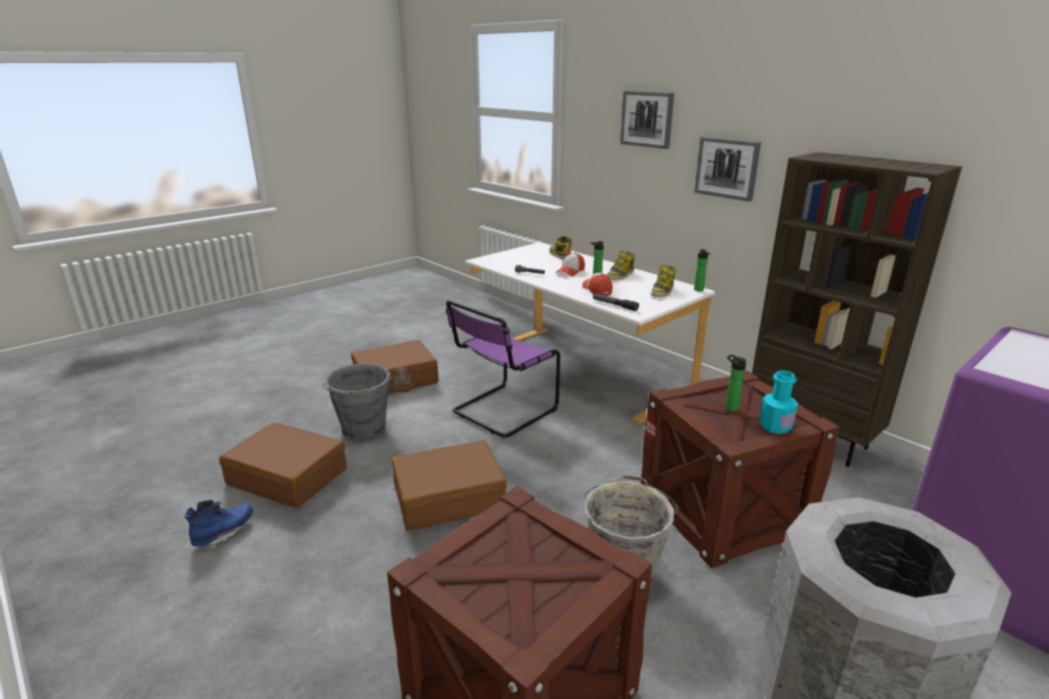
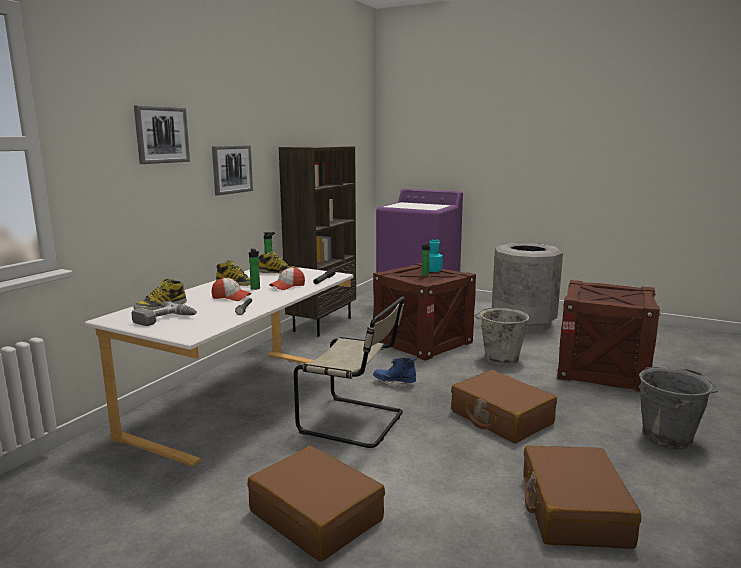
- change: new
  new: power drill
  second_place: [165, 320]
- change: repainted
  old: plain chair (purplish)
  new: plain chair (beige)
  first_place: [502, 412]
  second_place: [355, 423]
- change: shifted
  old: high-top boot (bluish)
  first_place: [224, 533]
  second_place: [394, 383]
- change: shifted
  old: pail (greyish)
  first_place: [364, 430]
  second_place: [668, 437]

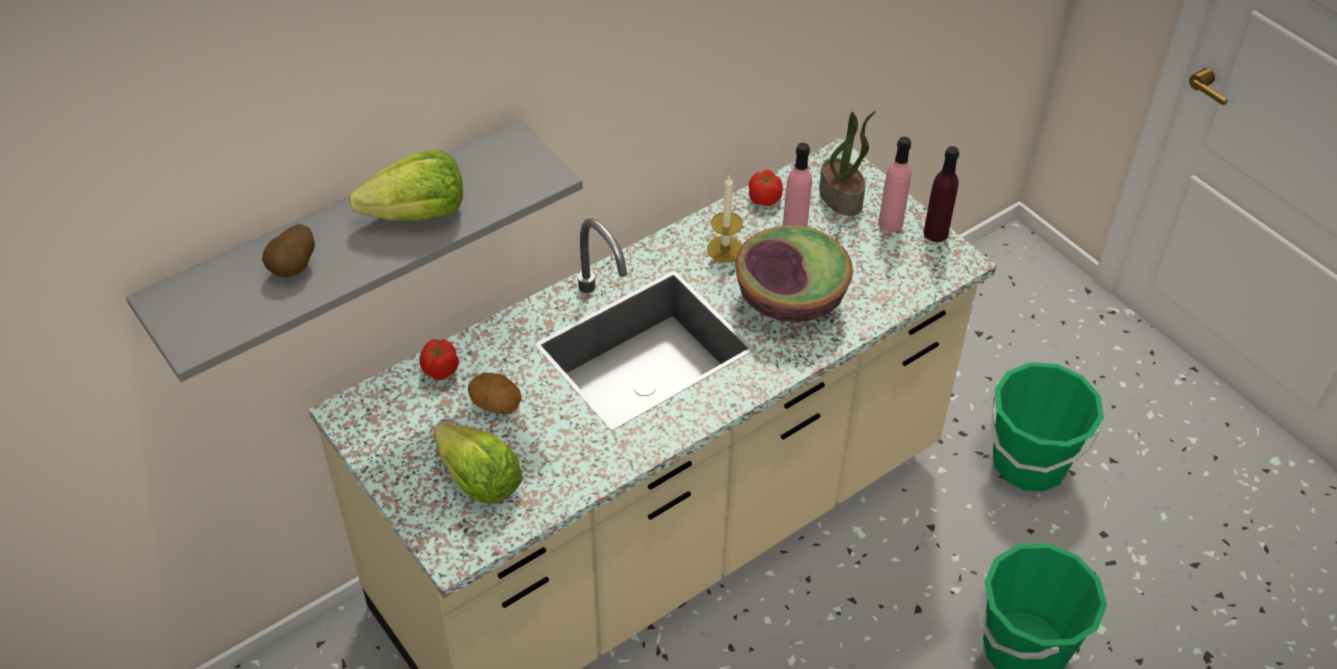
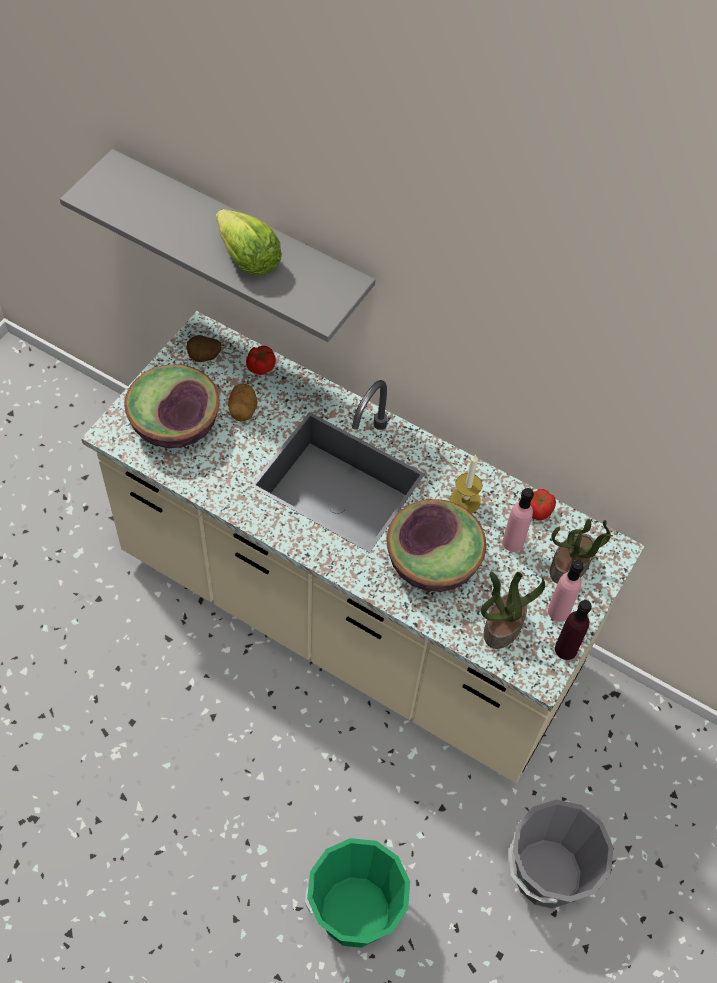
- change: swapped
  old: lettuce head
  new: serving bowl
  first_place: [478, 480]
  second_place: [175, 424]
- change: shifted
  old: potato
  first_place: [294, 268]
  second_place: [204, 358]
- change: new
  new: plant in a pot
  second_place: [502, 625]
- change: repainted
  old: pail (greenish)
  new: pail (greyish)
  first_place: [1029, 463]
  second_place: [547, 873]

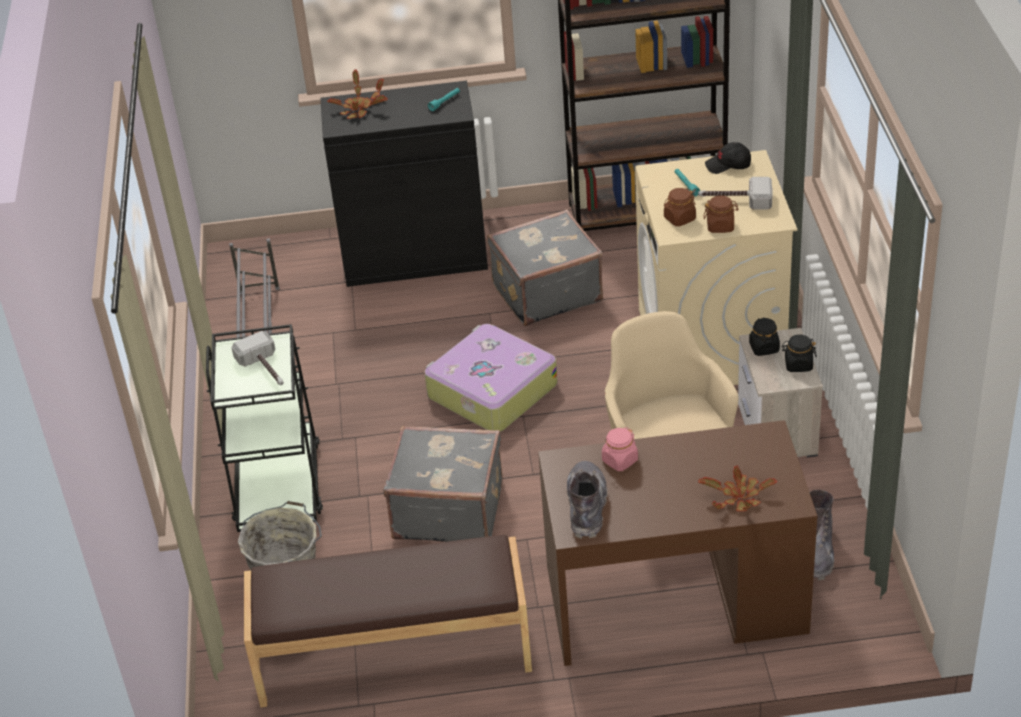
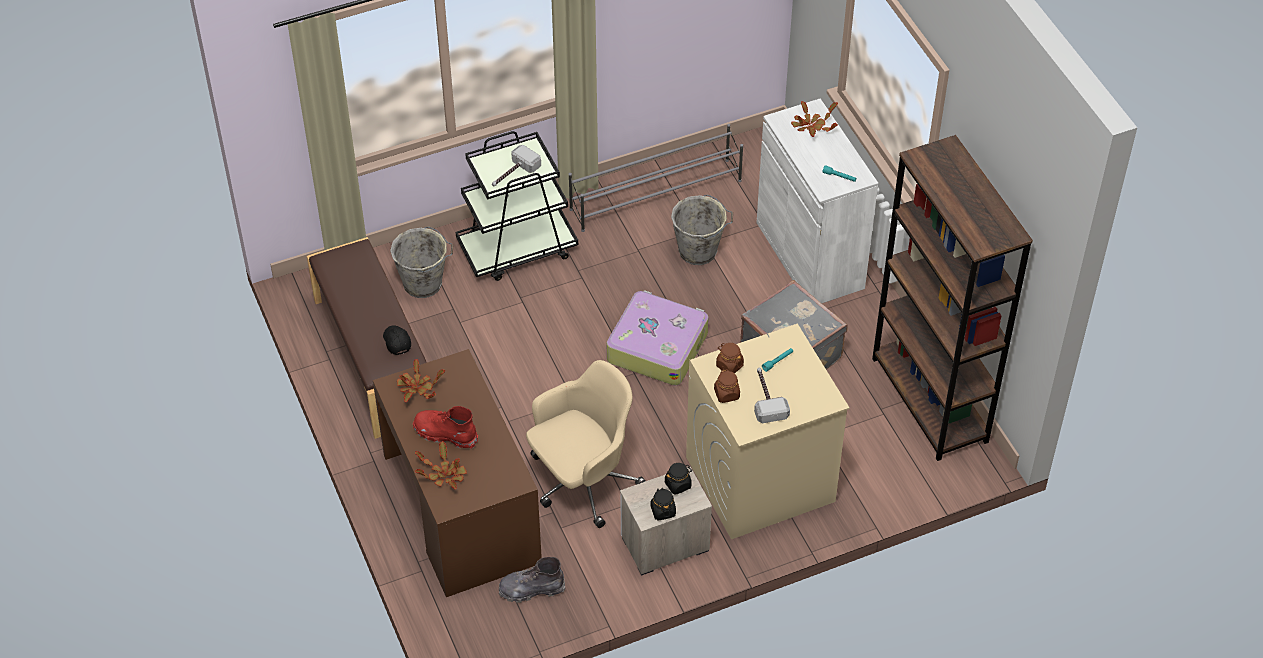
- change: shifted
  old: cap (black-coloured)
  first_place: [728, 165]
  second_place: [396, 342]
- change: swapped
  old: high-top boot (greyish)
  new: plant in a pot
  first_place: [586, 506]
  second_place: [417, 388]
- change: new
  new: high-top boot (red)
  second_place: [445, 434]
- change: new
  new: pail (greyish)
  second_place: [699, 251]
- change: repainted
  old: cabinet (black-coloured)
  new: cabinet (whitish)
  first_place: [414, 257]
  second_place: [810, 255]
- change: gone
  old: travel case (greyish)
  first_place: [448, 509]
- change: gone
  old: preserve jar (pink-coloured)
  first_place: [619, 461]

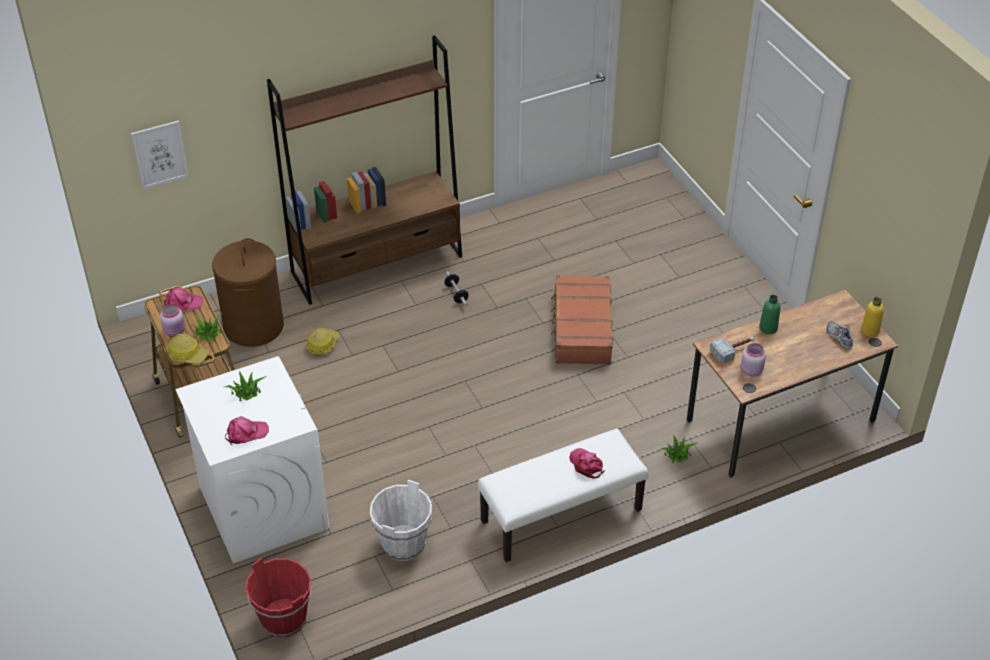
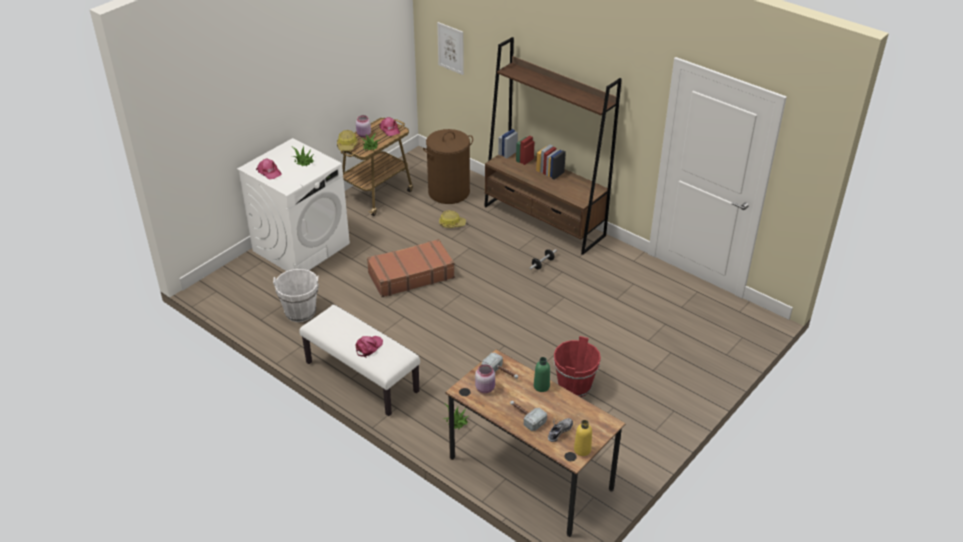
- change: shifted
  old: travel case (brown)
  first_place: [581, 329]
  second_place: [410, 275]
- change: new
  new: hammer
  second_place: [525, 417]
- change: shifted
  old: pail (red)
  first_place: [284, 619]
  second_place: [574, 386]

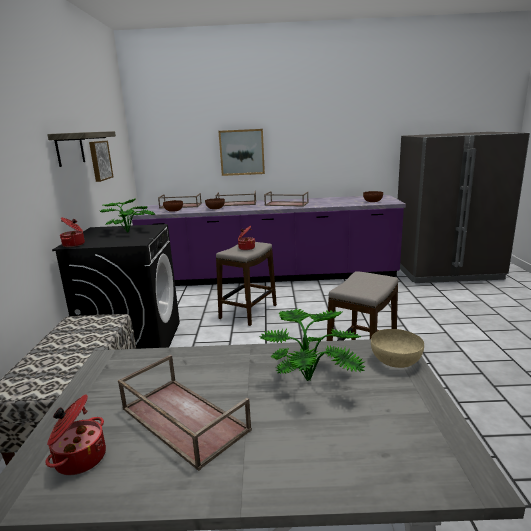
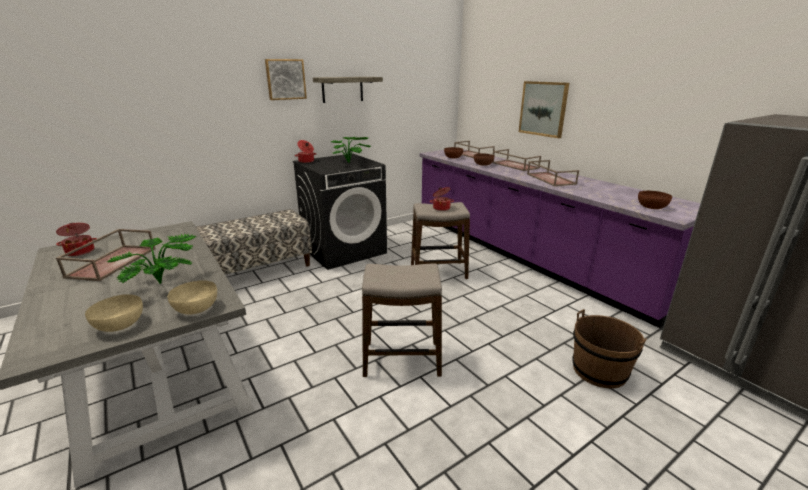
- change: new
  new: serving bowl (beige)
  second_place: [119, 324]
- change: shifted
  old: wall art
  first_place: [99, 160]
  second_place: [285, 79]
- change: new
  new: pail (brown)
  second_place: [599, 371]

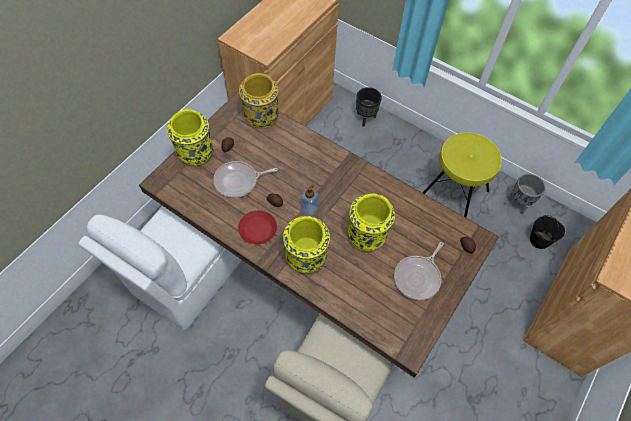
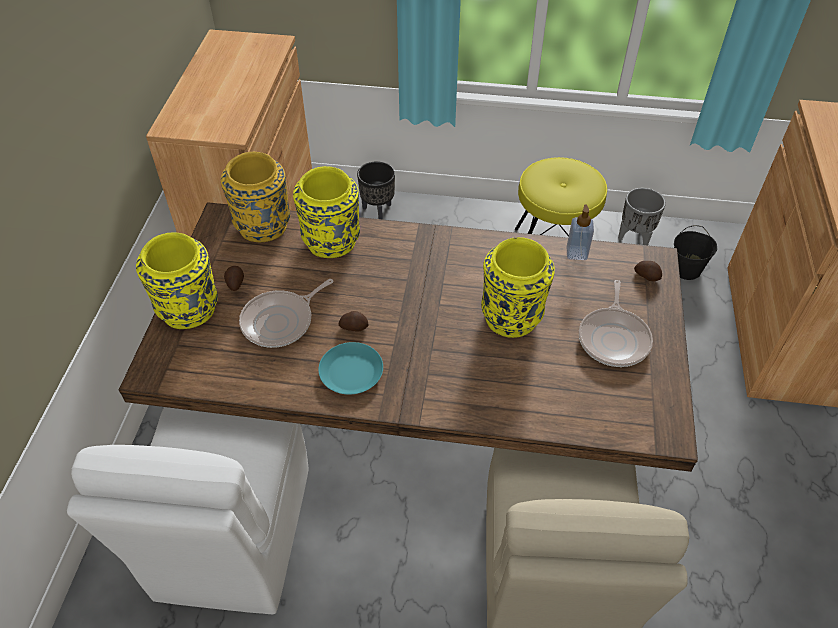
- change: shifted
  old: flower vase (yellow-coloured)
  first_place: [306, 258]
  second_place: [331, 242]
- change: repainted
  old: plate (red)
  new: plate (turquoise-coloured)
  first_place: [258, 229]
  second_place: [351, 372]
- change: shifted
  old: liquid soap bottle
  first_place: [309, 209]
  second_place: [576, 253]

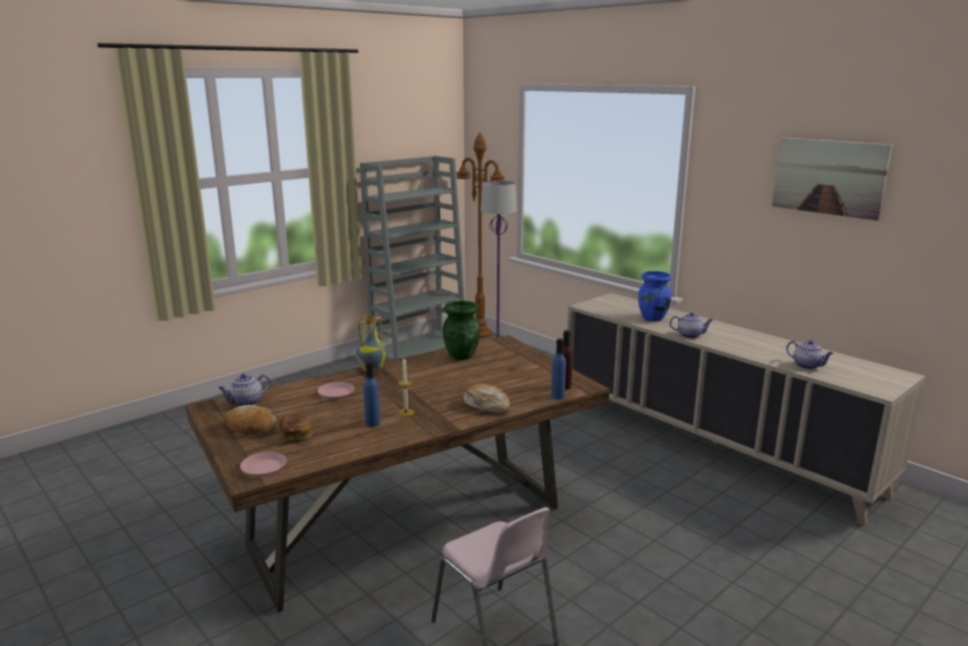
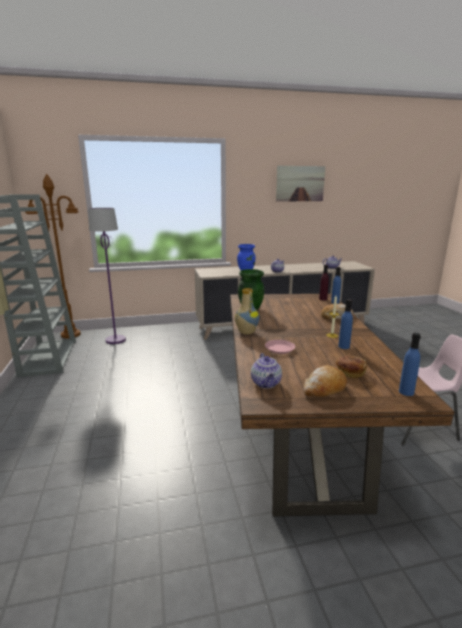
- change: swapped
  old: plate (pink-coloured)
  new: beverage bottle (bluish)
  first_place: [264, 467]
  second_place: [406, 392]

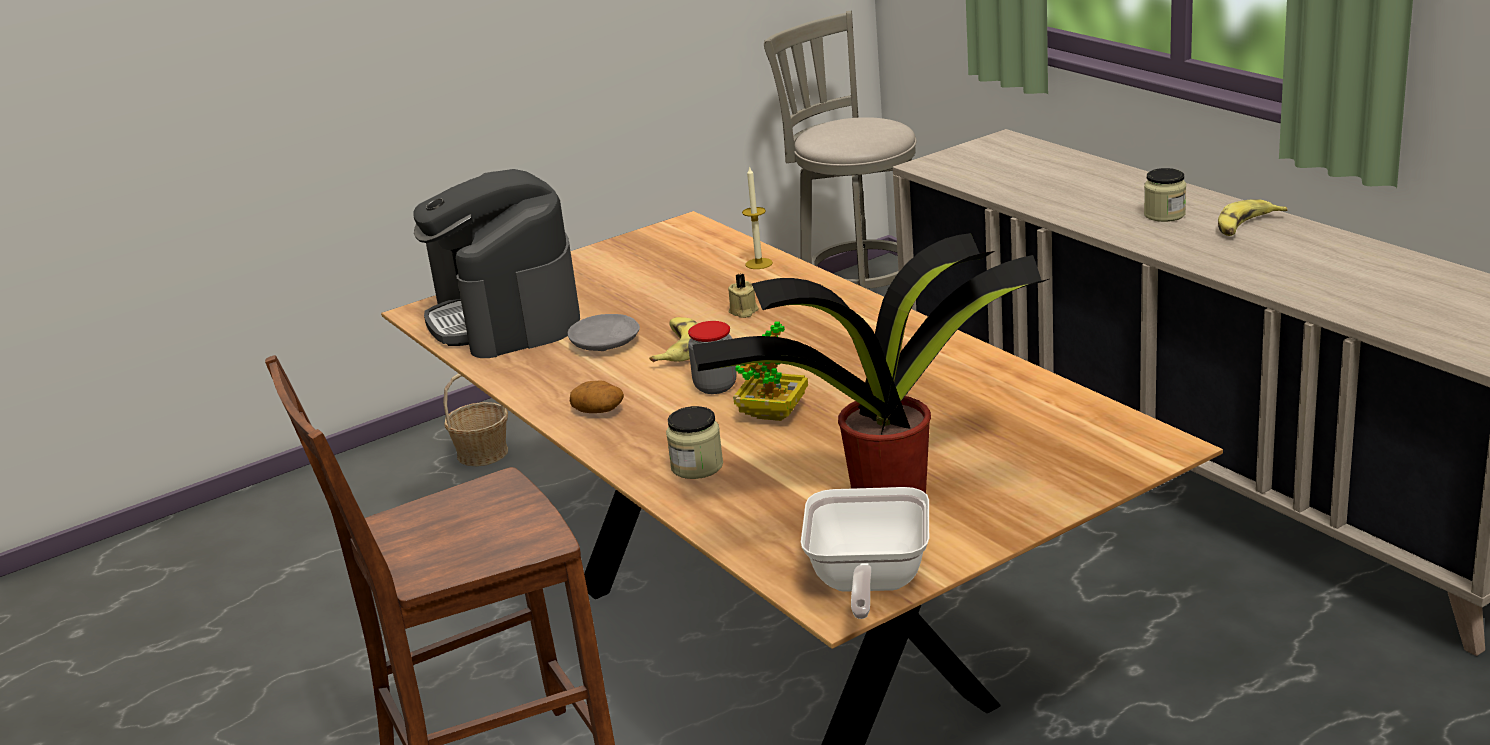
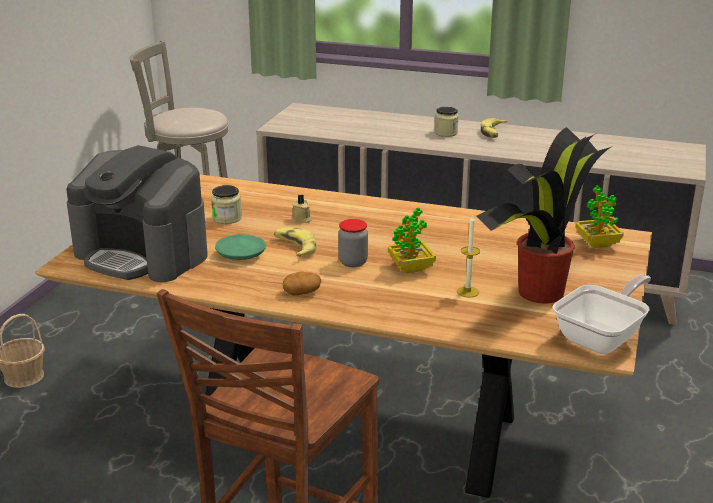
- change: shifted
  old: preserve jar
  first_place: [697, 466]
  second_place: [227, 218]
- change: repainted
  old: plate (greyish)
  new: plate (greenish)
  first_place: [605, 343]
  second_place: [241, 254]
- change: shifted
  old: candle
  first_place: [759, 263]
  second_place: [468, 292]
- change: rotated
  old: frying pan
  first_place: [867, 584]
  second_place: [603, 338]
  degrees: -105
- change: new
  new: plant in a pot
  second_place: [597, 244]

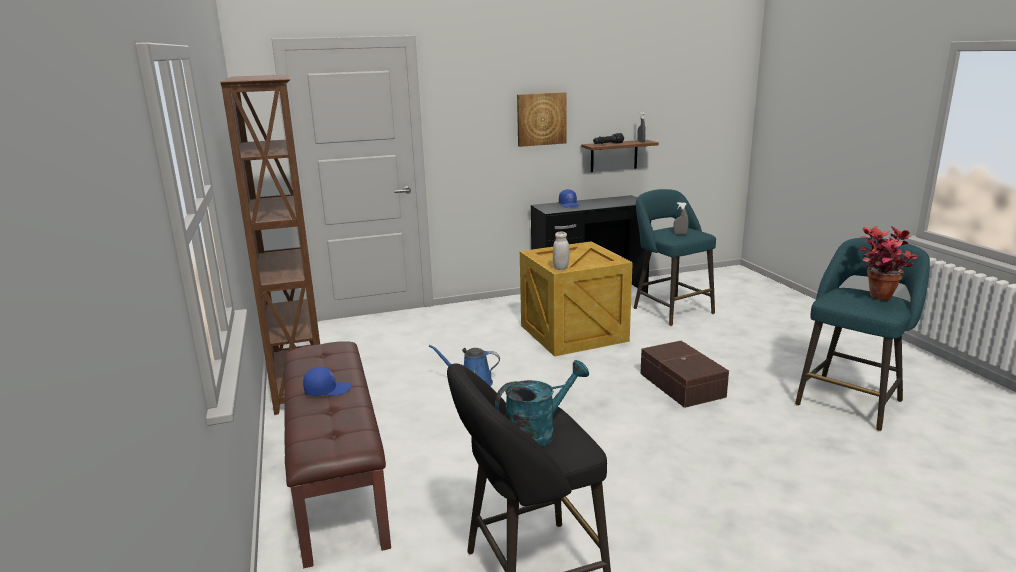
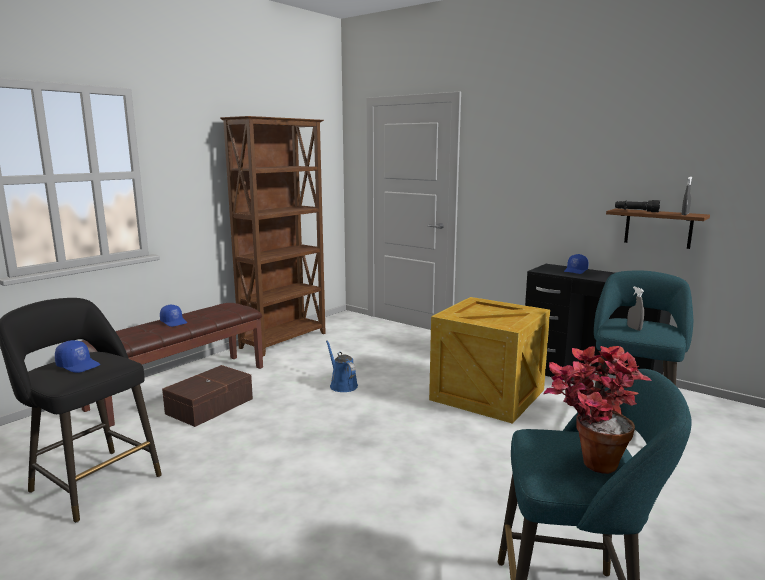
- change: swapped
  old: watering can (turquoise-coloured)
  new: cap (bluish)
  first_place: [538, 432]
  second_place: [79, 365]
- change: shifted
  old: storage box (brown)
  first_place: [681, 385]
  second_place: [208, 406]
- change: gone
  old: wall art
  first_place: [541, 119]
- change: gone
  old: preserve jar (whitish)
  first_place: [561, 268]

